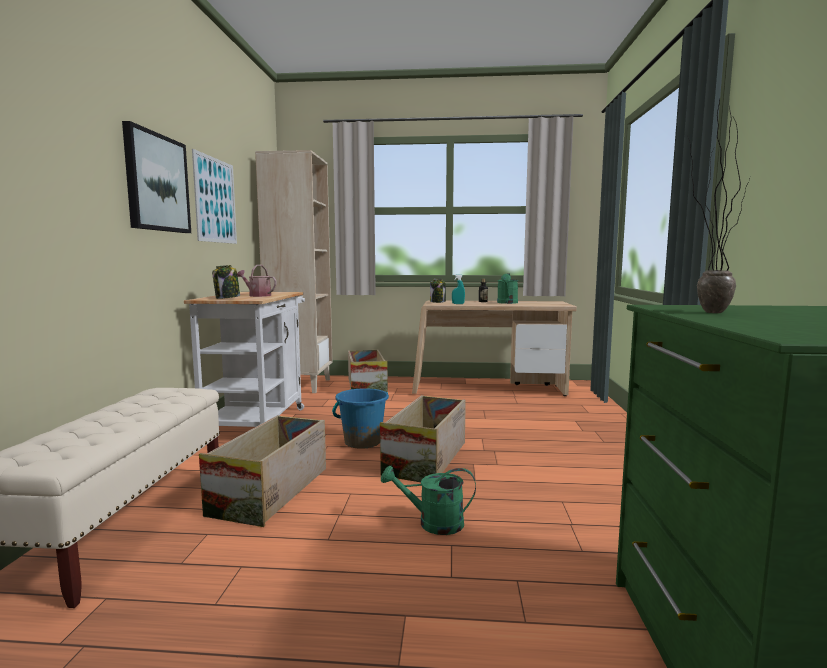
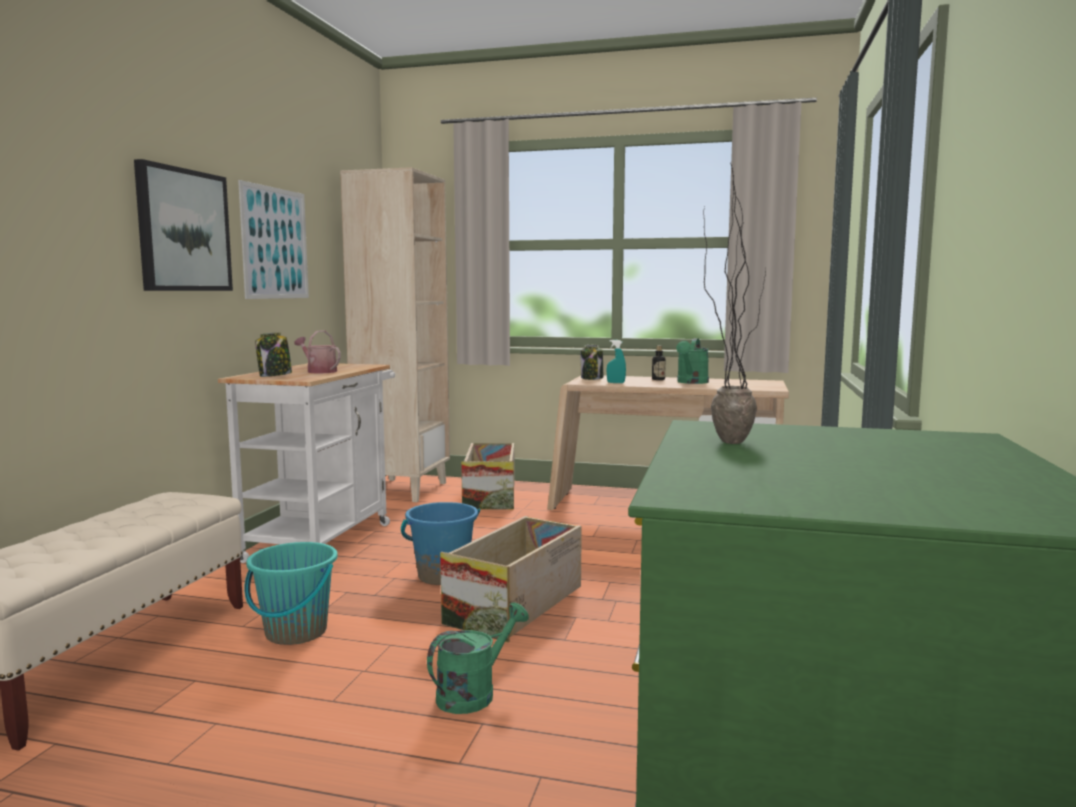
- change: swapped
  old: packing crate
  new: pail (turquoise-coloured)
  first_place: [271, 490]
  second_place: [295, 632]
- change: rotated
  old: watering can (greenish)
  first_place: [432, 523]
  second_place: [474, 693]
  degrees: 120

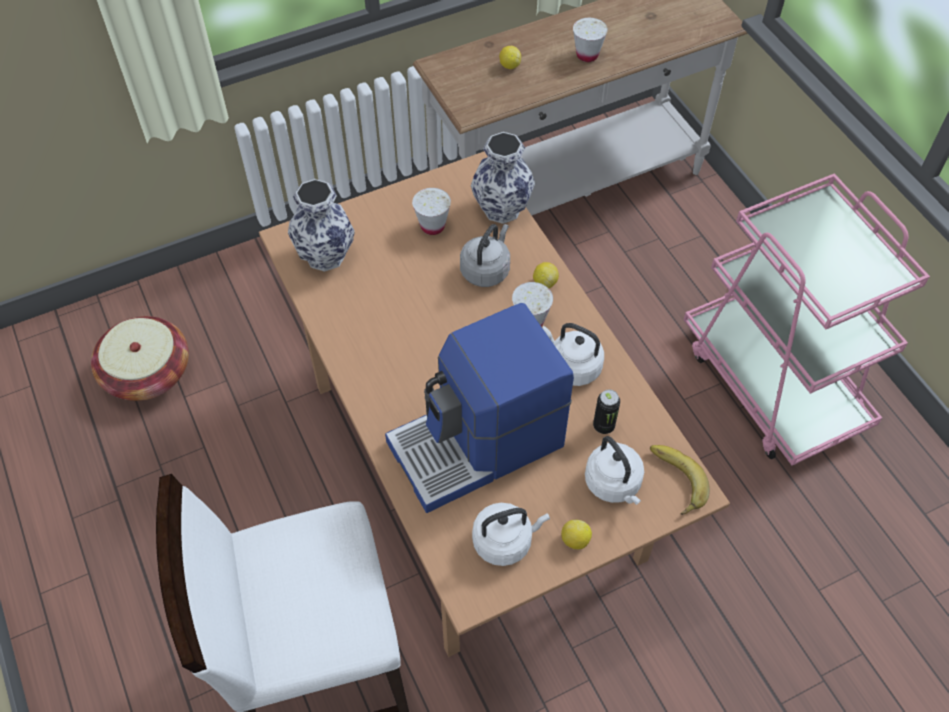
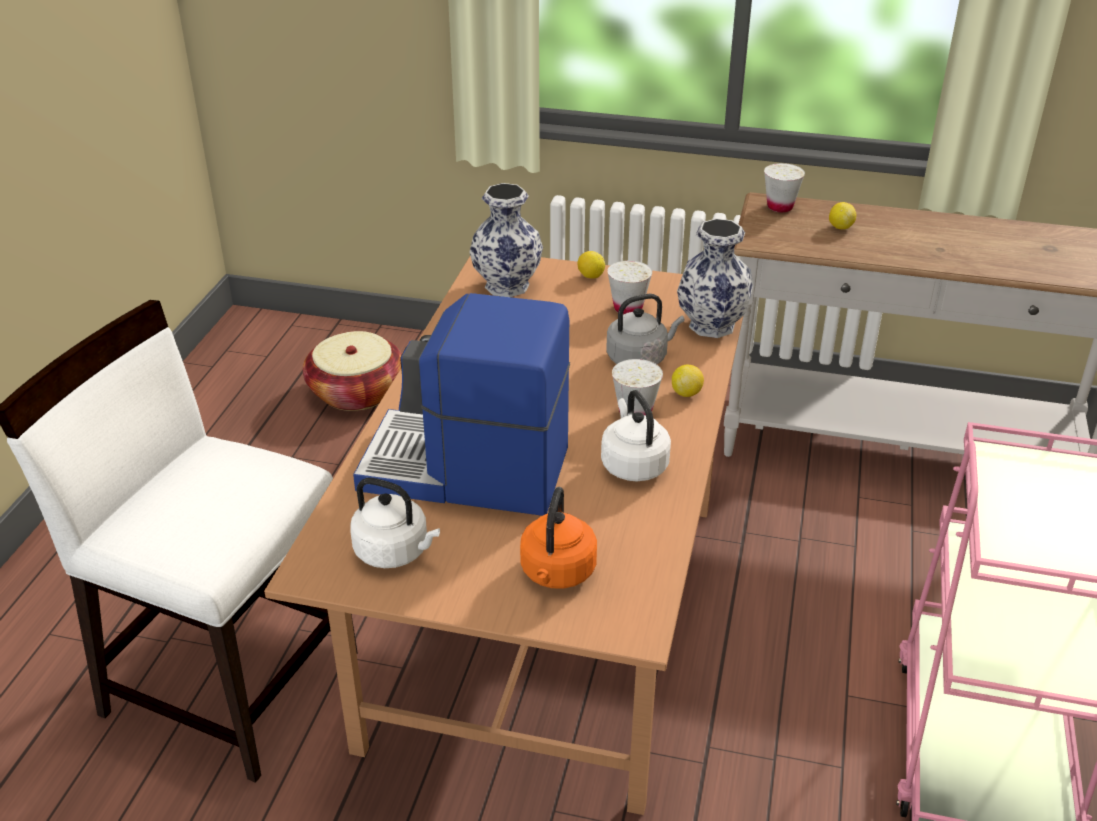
- change: repainted
  old: kettle (whitish)
  new: kettle (orangey)
  first_place: [614, 484]
  second_place: [557, 573]
- change: shifted
  old: whole lemon
  first_place: [575, 540]
  second_place: [590, 276]
- change: shifted
  old: cup (whitish)
  first_place: [587, 55]
  second_place: [780, 207]
- change: gone
  old: metal can
  first_place: [603, 426]
- change: gone
  old: banana fruit
  first_place: [673, 481]

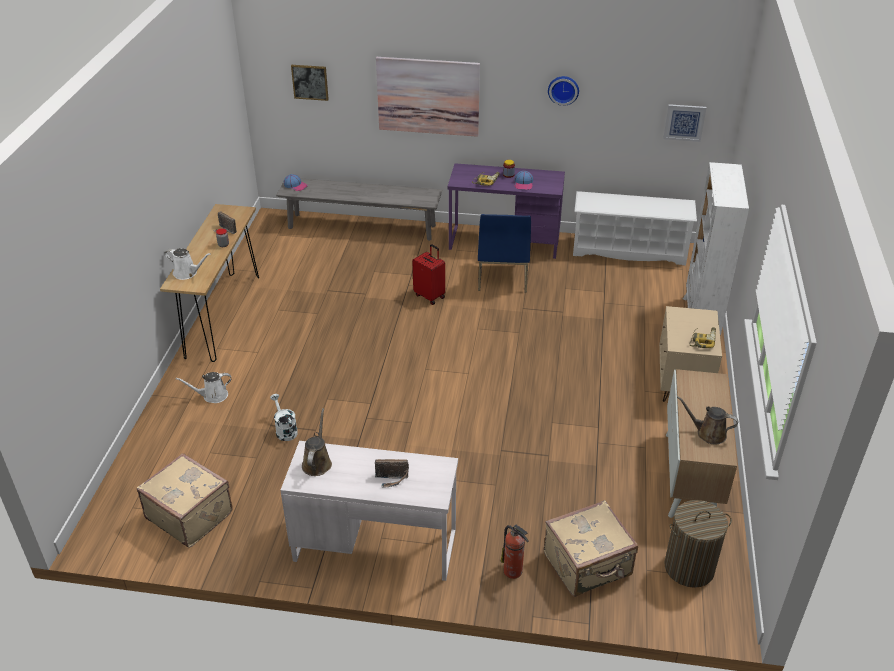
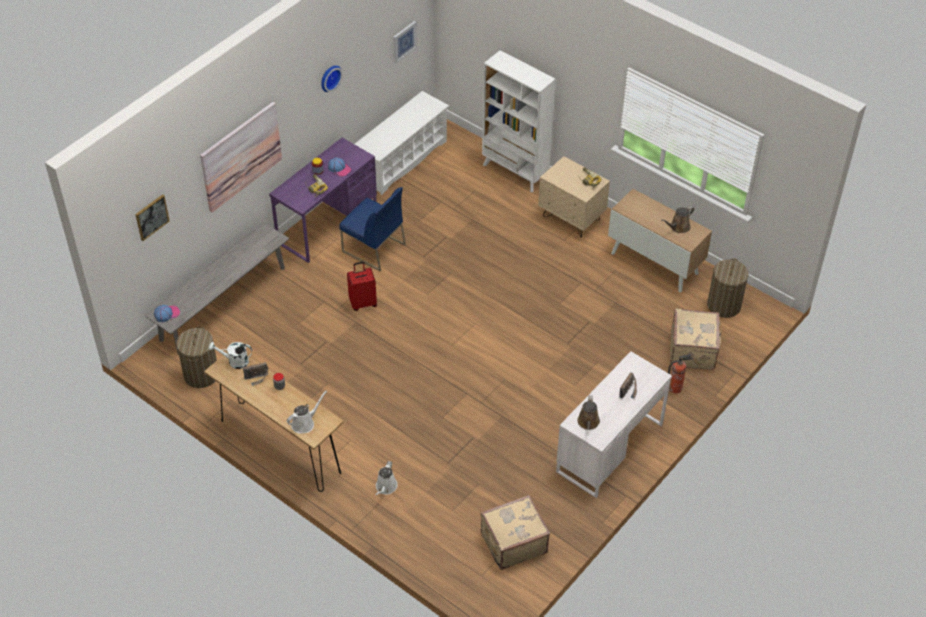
- change: new
  new: washing basket
  second_place: [201, 375]
- change: shifted
  old: watering can (whitish)
  first_place: [285, 430]
  second_place: [234, 361]
- change: rotated
  old: watering can (brown)
  first_place: [317, 462]
  second_place: [588, 423]
  degrees: -120

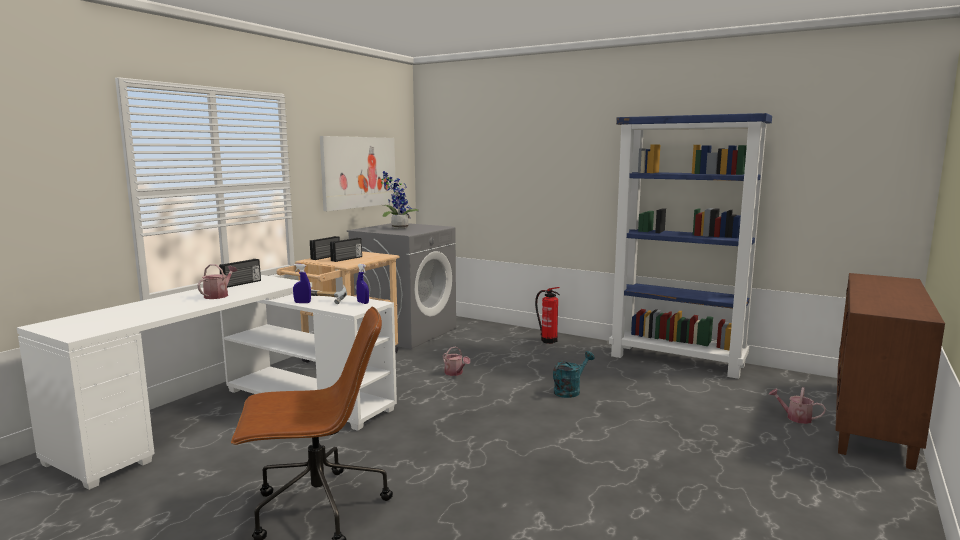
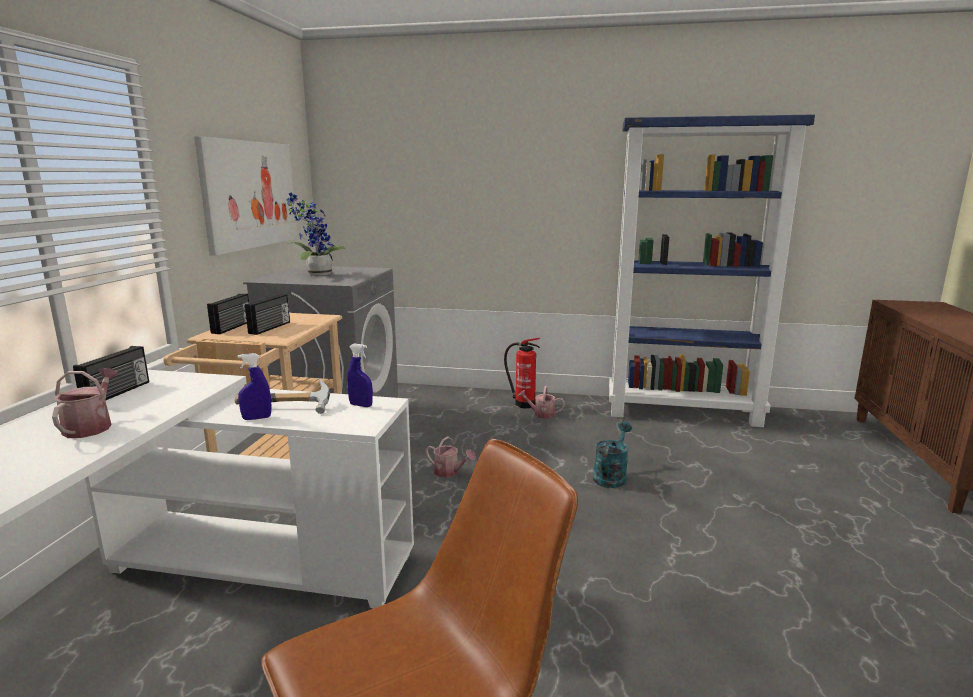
- change: shifted
  old: watering can
  first_place: [795, 418]
  second_place: [541, 414]

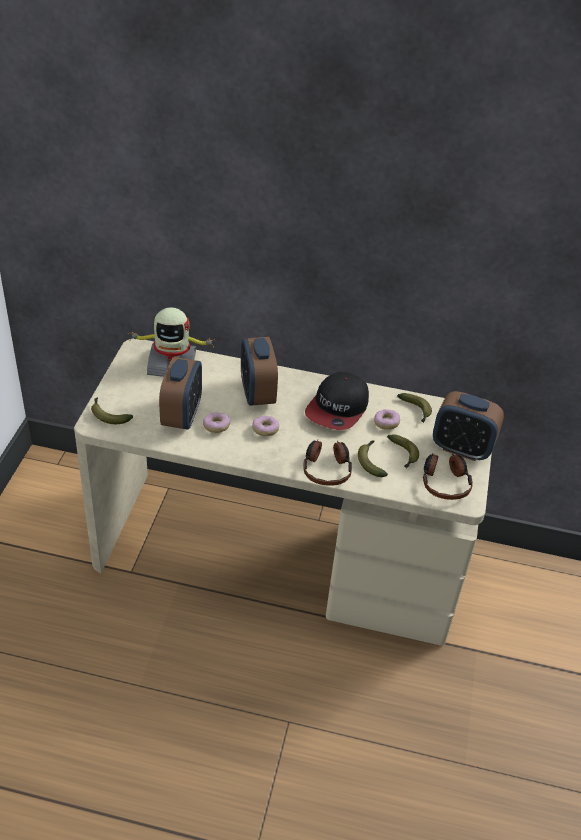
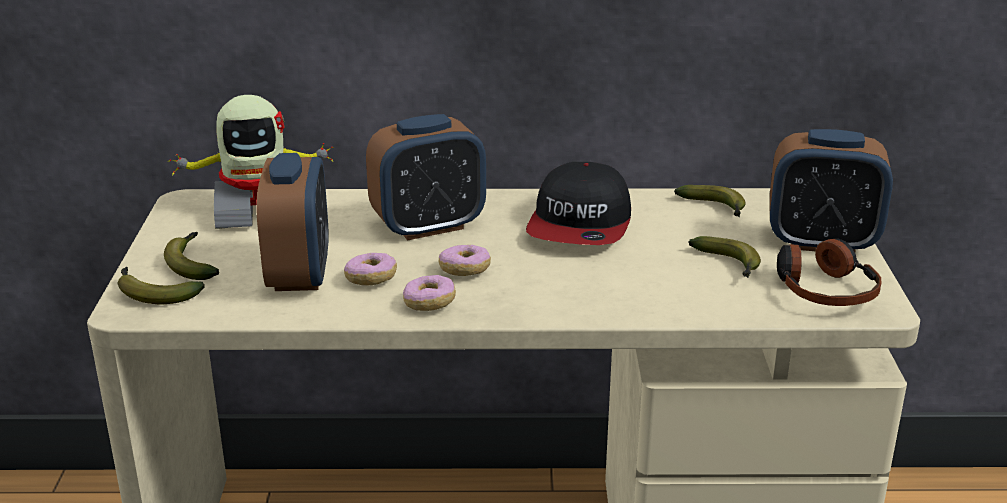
- change: shifted
  old: banana fruit
  first_place: [371, 461]
  second_place: [192, 264]
- change: rotated
  old: table clock
  first_place: [257, 393]
  second_place: [428, 226]
  degrees: -90
- change: shifted
  old: ring doughnut
  first_place: [386, 423]
  second_place: [429, 303]
- change: gone
  old: pair of headphones
  first_place: [326, 468]

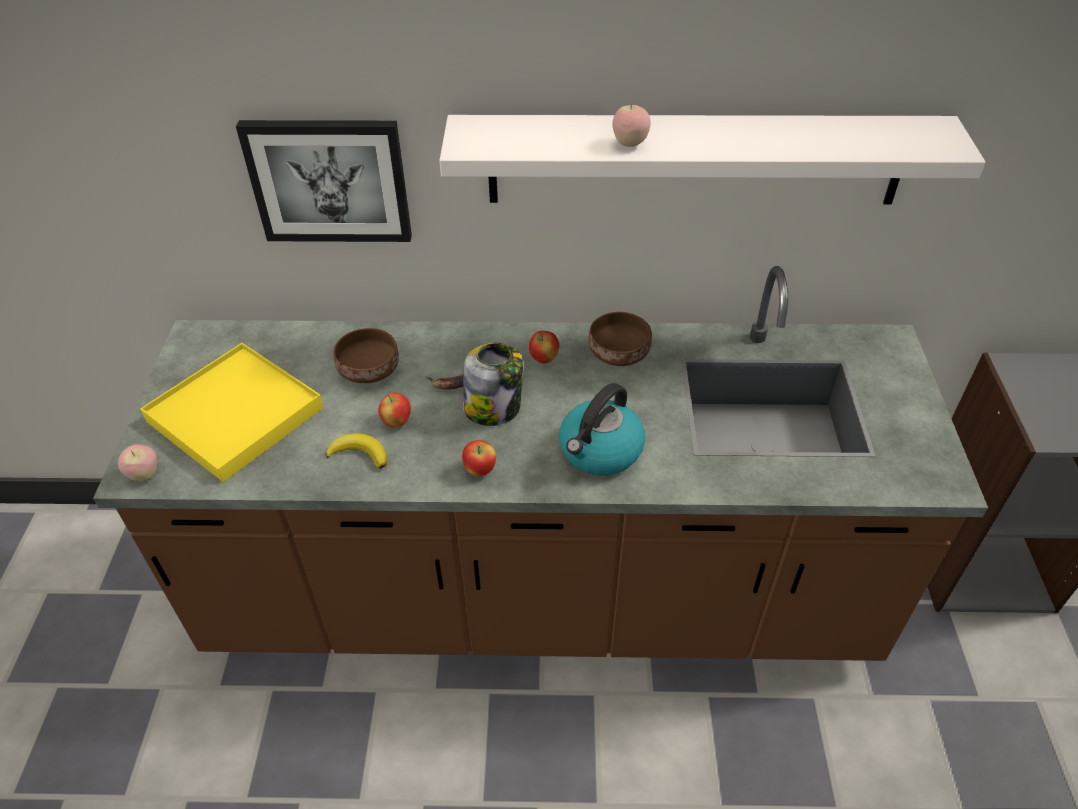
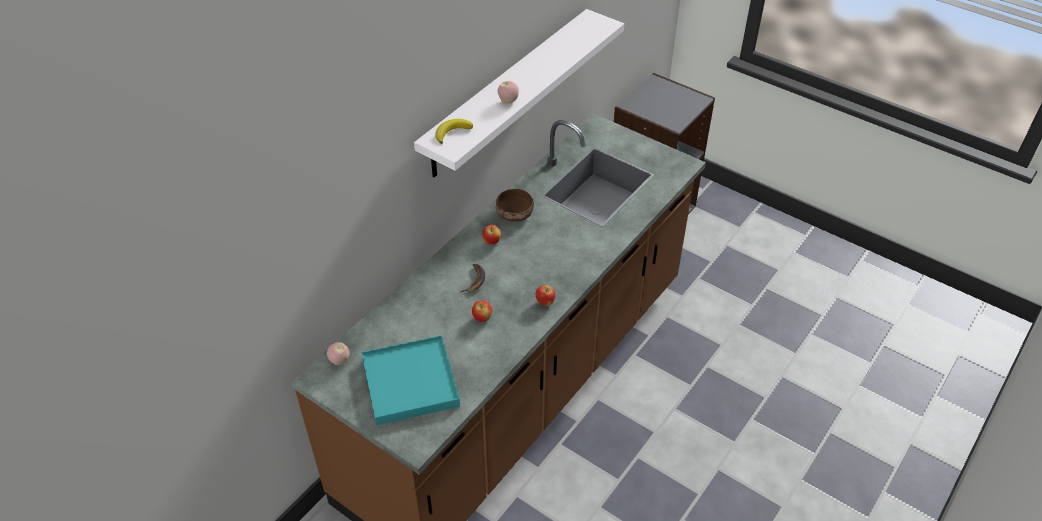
- change: shifted
  old: apple
  first_place: [144, 475]
  second_place: [339, 361]
- change: repainted
  old: tray (yellow-coloured)
  new: tray (turquoise-coloured)
  first_place: [235, 414]
  second_place: [410, 382]
- change: shifted
  old: banana fruit
  first_place: [359, 454]
  second_place: [452, 132]
- change: gone
  old: wall art
  first_place: [329, 180]
- change: gone
  old: serving bowl (brown)
  first_place: [370, 369]
- change: gone
  old: preserve jar
  first_place: [493, 408]
- change: gone
  old: kettle
  first_place: [600, 451]

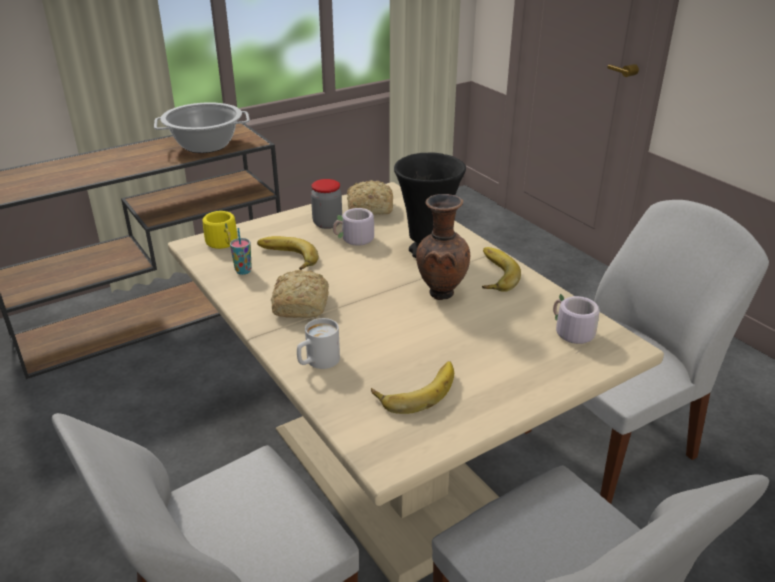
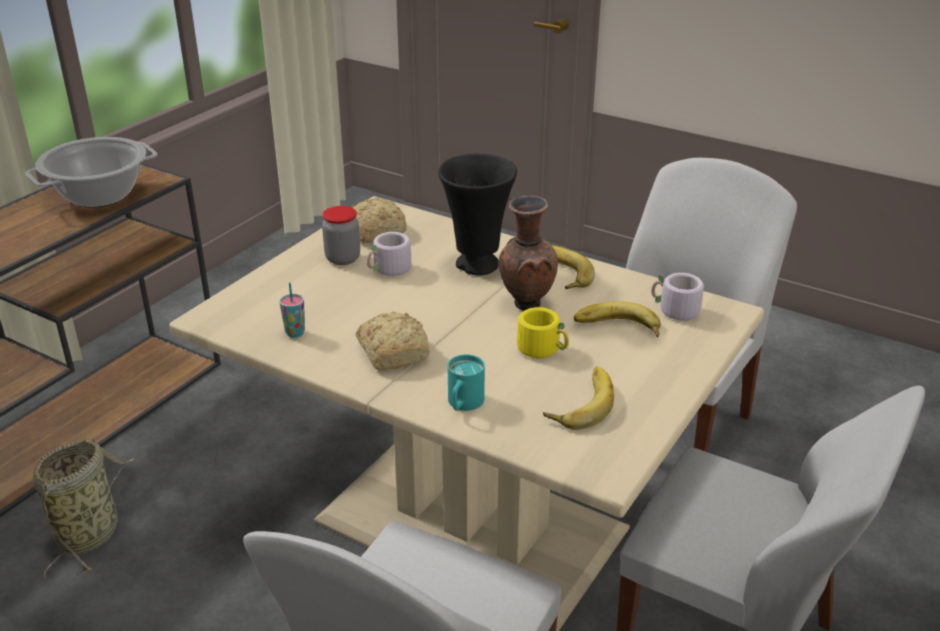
- change: new
  new: storage basket
  second_place: [91, 532]
- change: repainted
  old: coffee mug (whitish)
  new: coffee mug (turquoise-coloured)
  first_place: [317, 362]
  second_place: [463, 405]
- change: shifted
  old: coffee mug (yellow-coloured)
  first_place: [225, 243]
  second_place: [543, 349]
- change: shifted
  old: banana fruit
  first_place: [285, 258]
  second_place: [617, 328]

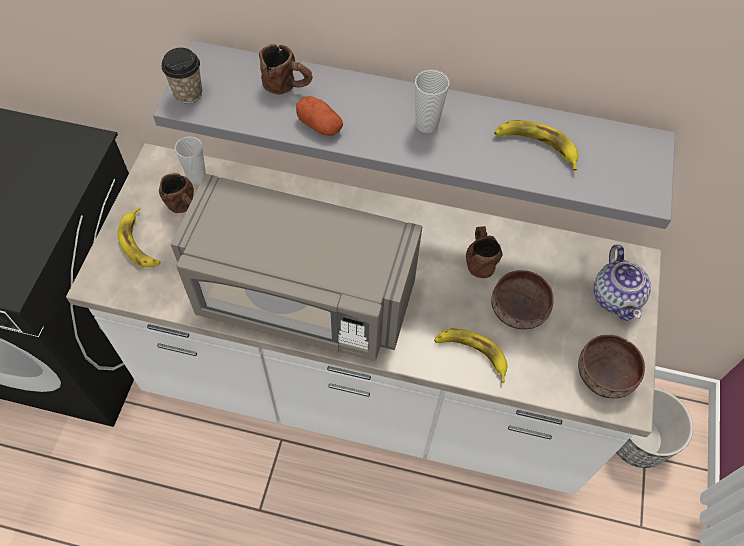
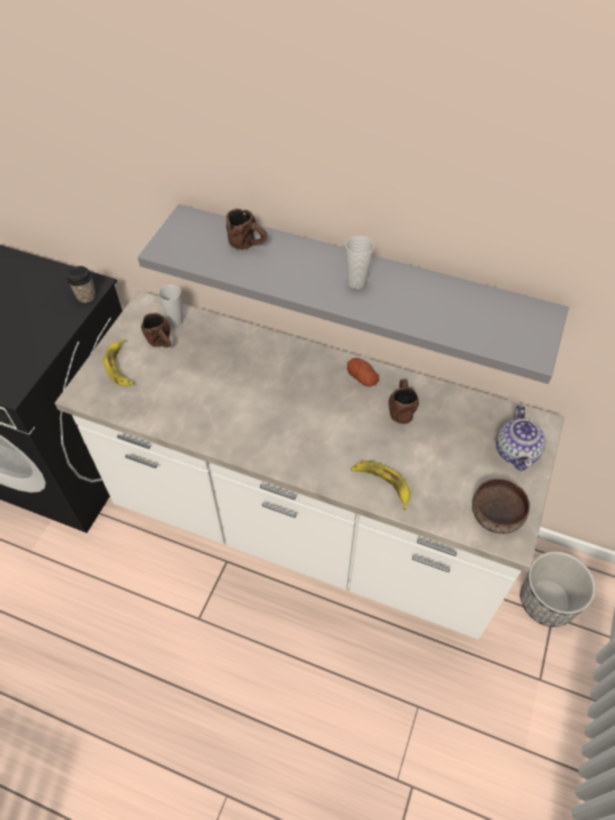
- change: shifted
  old: cup
  first_place: [188, 93]
  second_place: [86, 296]
- change: shifted
  old: potato
  first_place: [320, 125]
  second_place: [362, 378]
- change: gone
  old: microwave (greyish)
  first_place: [302, 298]
- change: gone
  old: serving bowl (brown)
  first_place: [517, 307]
- change: gone
  old: banana fruit
  first_place: [536, 146]

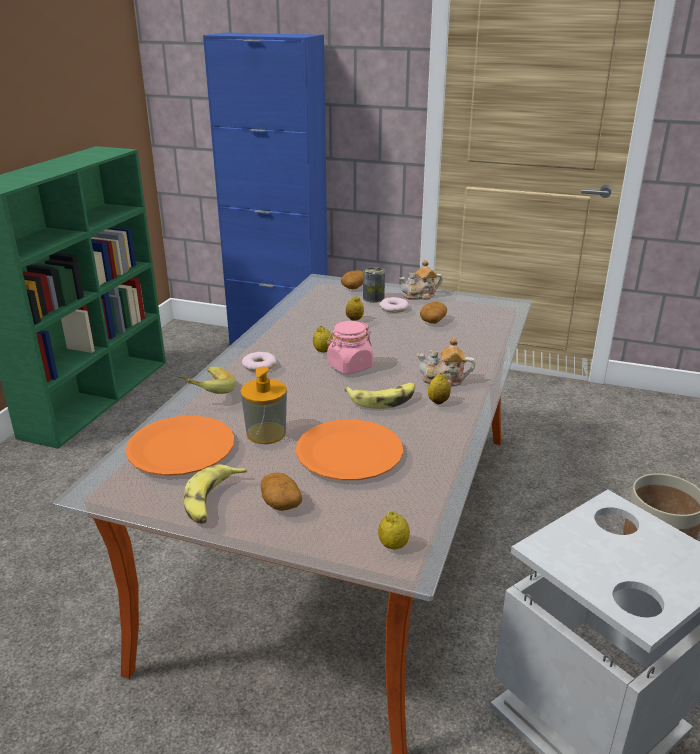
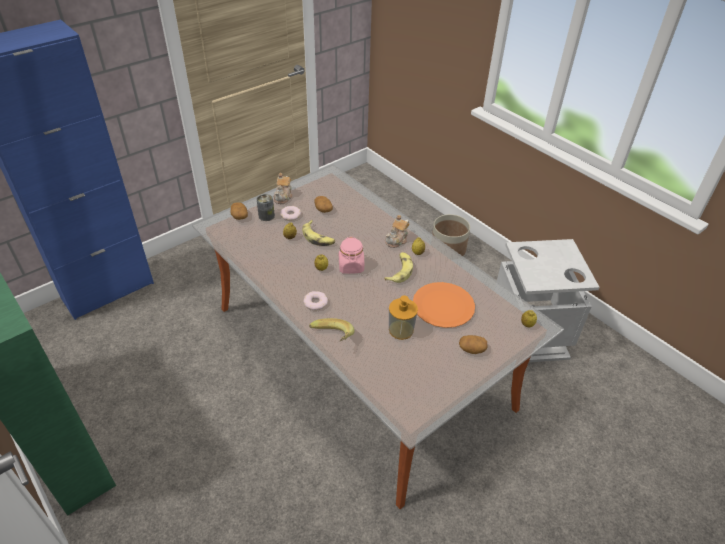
- change: shifted
  old: banana fruit
  first_place: [212, 500]
  second_place: [318, 237]
- change: gone
  old: plate (orangey)
  first_place: [181, 448]

